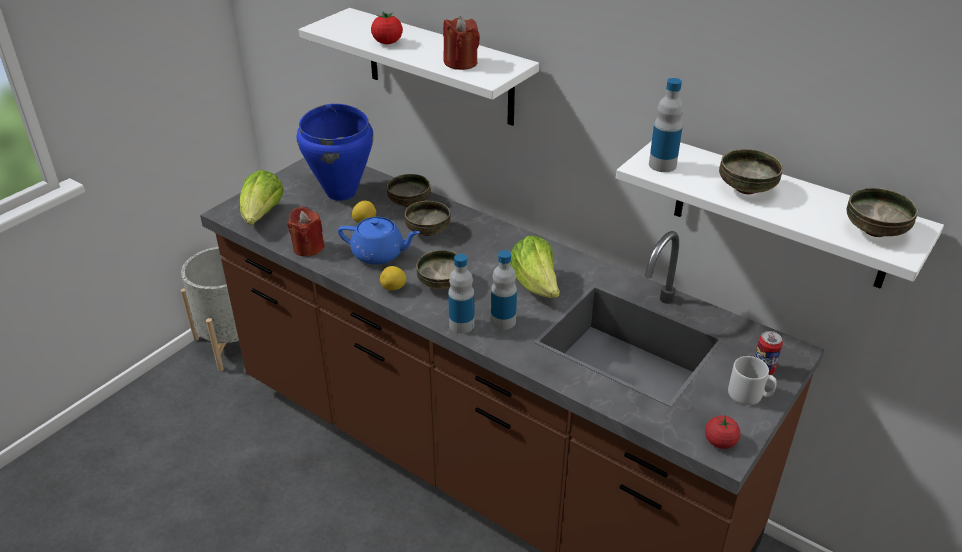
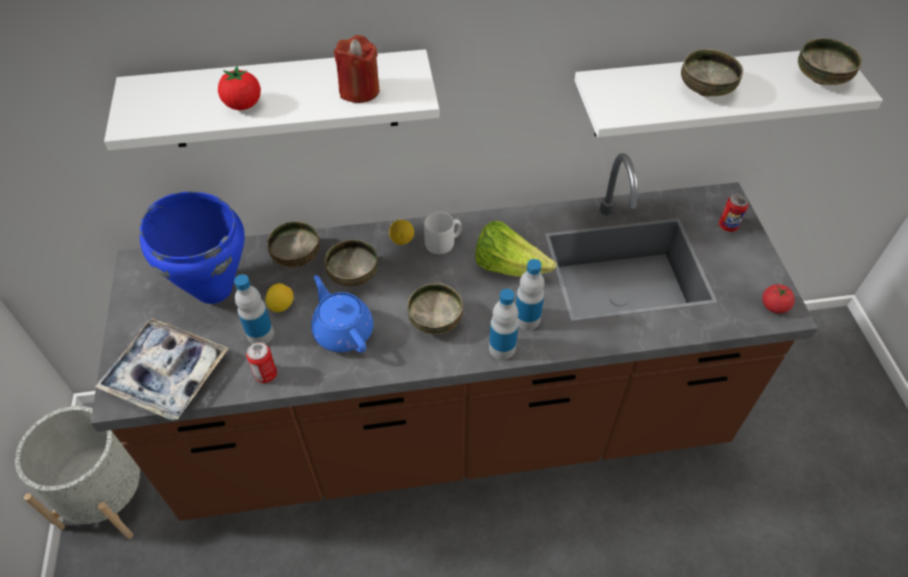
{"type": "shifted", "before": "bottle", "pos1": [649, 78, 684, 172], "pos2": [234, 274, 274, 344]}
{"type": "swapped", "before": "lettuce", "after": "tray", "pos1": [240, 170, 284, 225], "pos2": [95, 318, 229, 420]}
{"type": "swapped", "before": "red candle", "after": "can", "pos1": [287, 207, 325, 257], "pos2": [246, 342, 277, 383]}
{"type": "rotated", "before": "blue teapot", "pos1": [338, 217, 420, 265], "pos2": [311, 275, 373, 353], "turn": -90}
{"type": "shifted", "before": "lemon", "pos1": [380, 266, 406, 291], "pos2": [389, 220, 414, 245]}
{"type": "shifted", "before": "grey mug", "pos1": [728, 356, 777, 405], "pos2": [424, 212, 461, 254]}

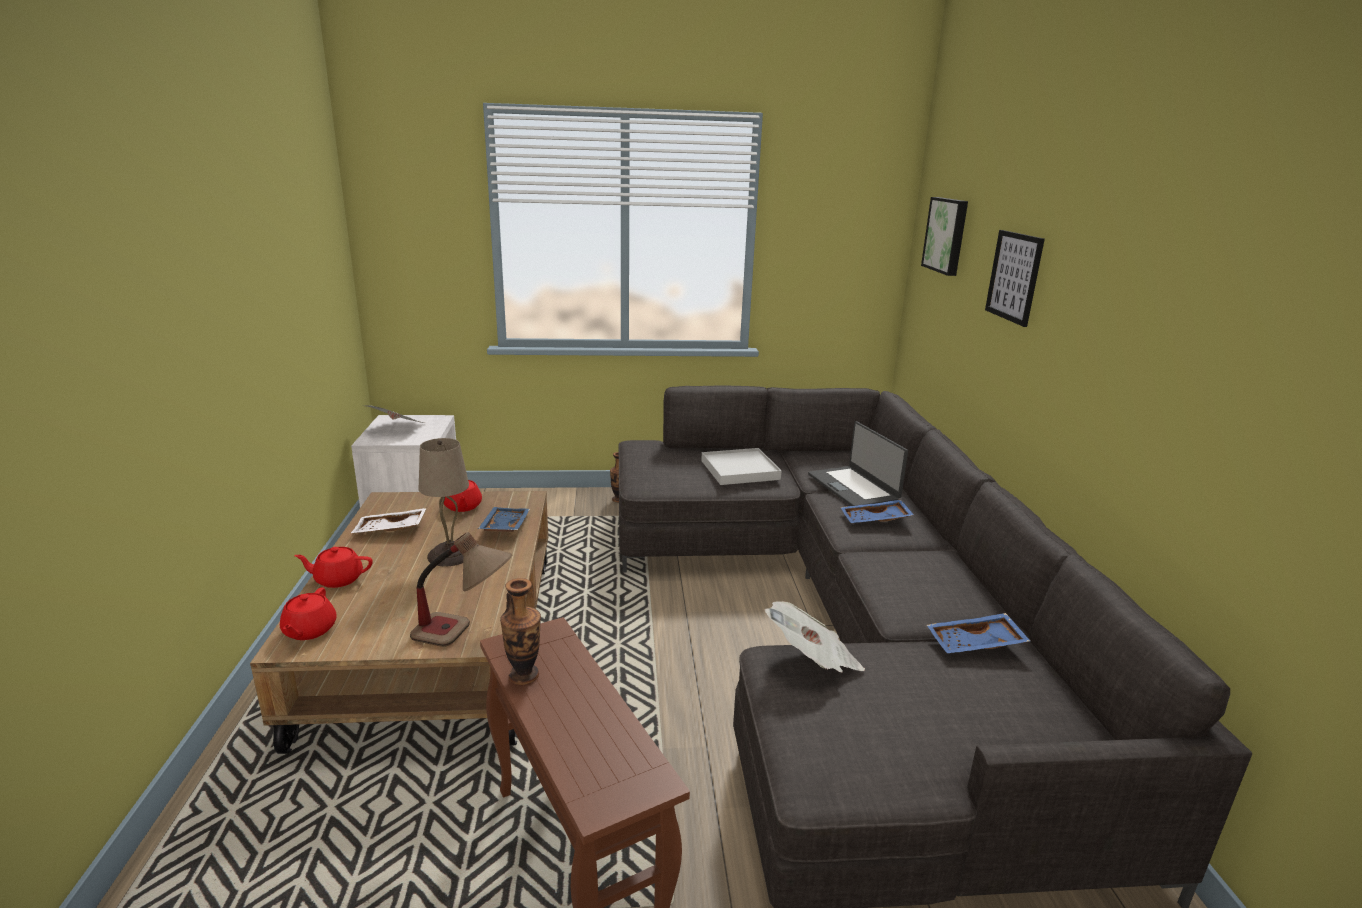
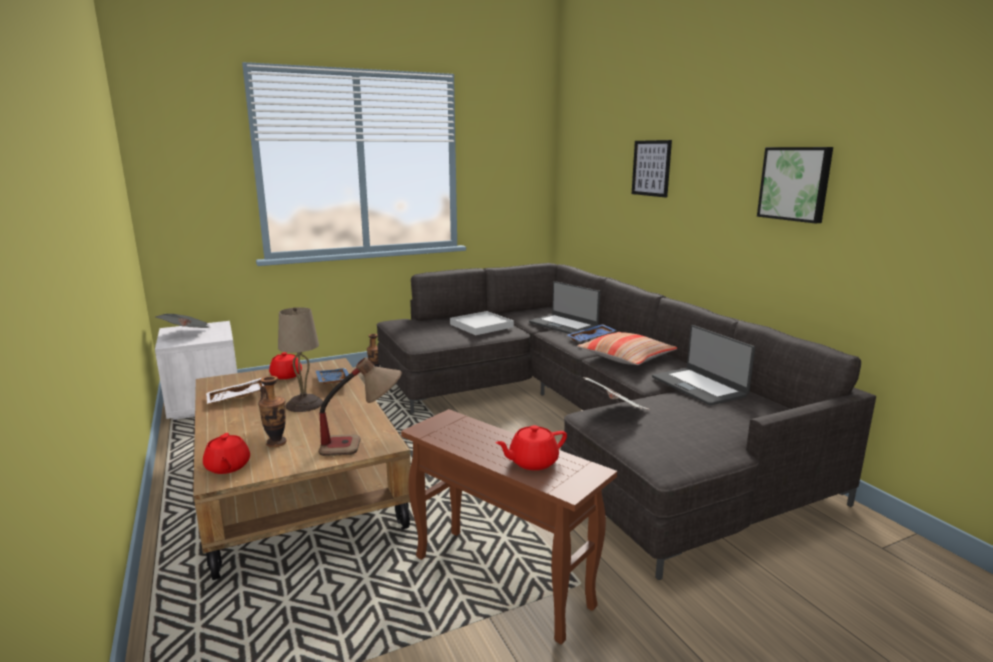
{"type": "shifted", "before": "picture", "pos1": [921, 197, 968, 276], "pos2": [757, 147, 833, 224]}
{"type": "shifted", "before": "red teapot", "pos1": [294, 547, 373, 588], "pos2": [495, 425, 567, 470]}
{"type": "shifted", "before": "vase", "pos1": [500, 578, 541, 685], "pos2": [258, 376, 287, 447]}
{"type": "swapped", "before": "blue tray", "after": "laptop", "pos1": [927, 613, 1030, 653], "pos2": [652, 325, 755, 406]}
{"type": "new", "after": "pillow", "pos2": [577, 332, 677, 365]}

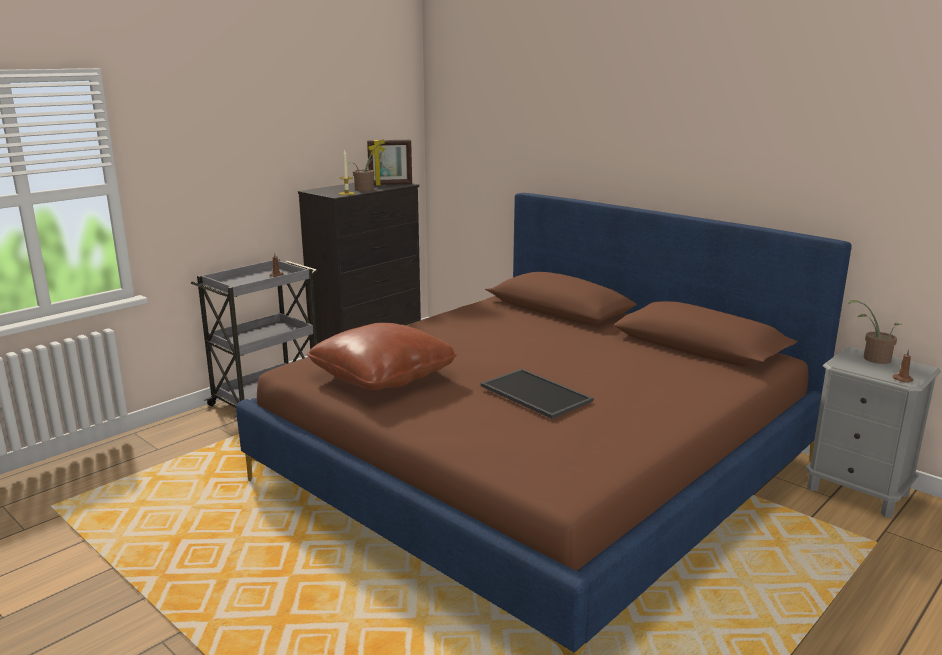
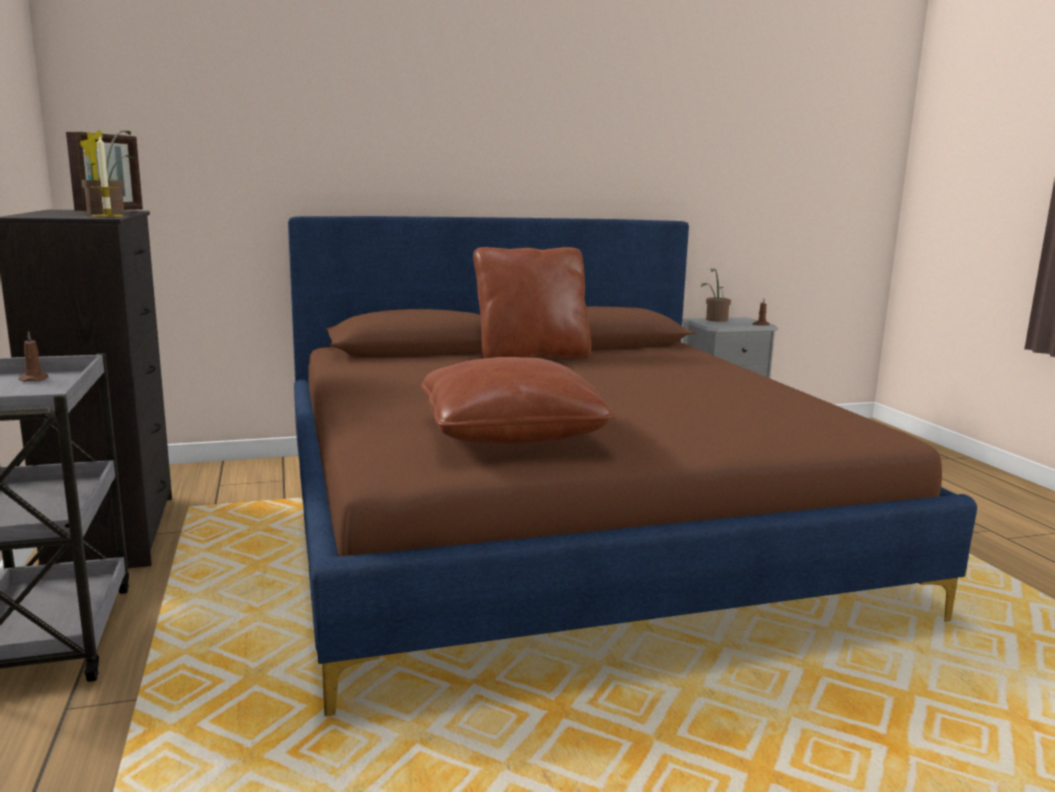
{"type": "gone", "before": "tray", "pos1": [481, 369, 593, 419]}
{"type": "new", "after": "brown pillow", "pos2": [473, 247, 591, 358]}

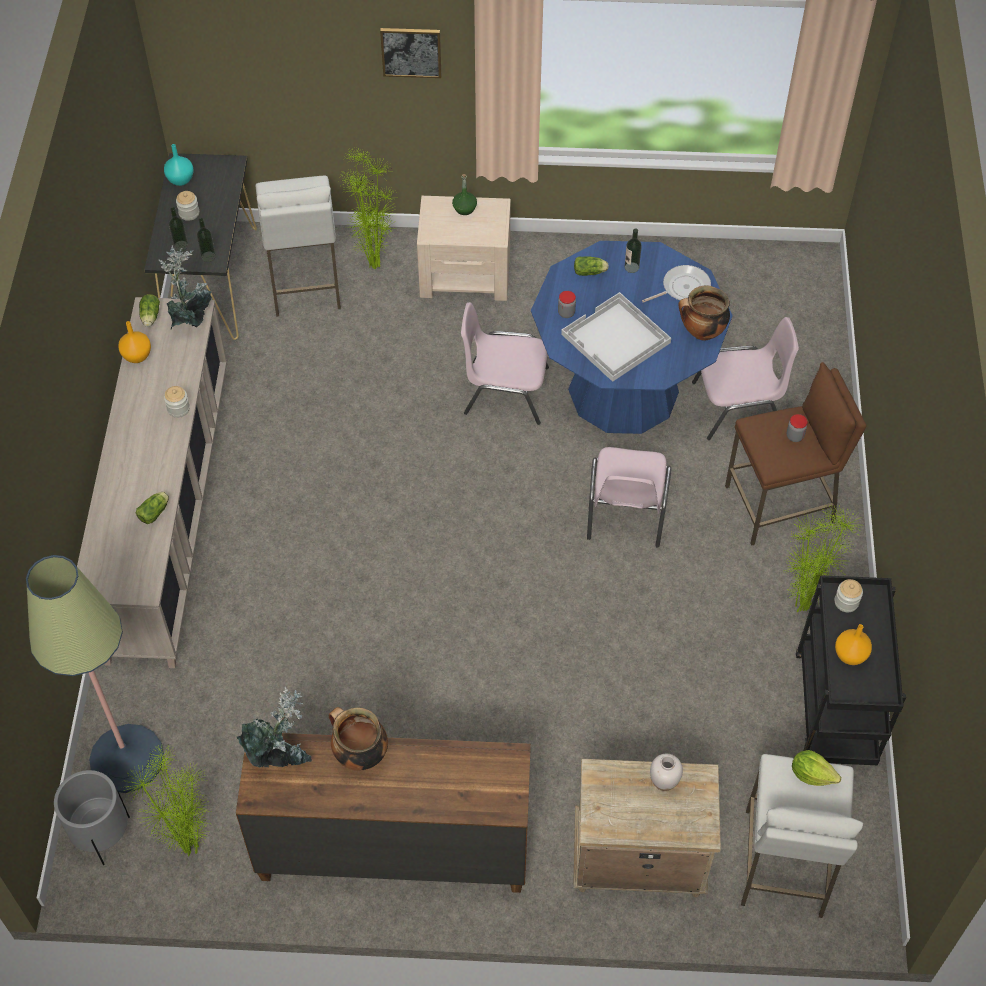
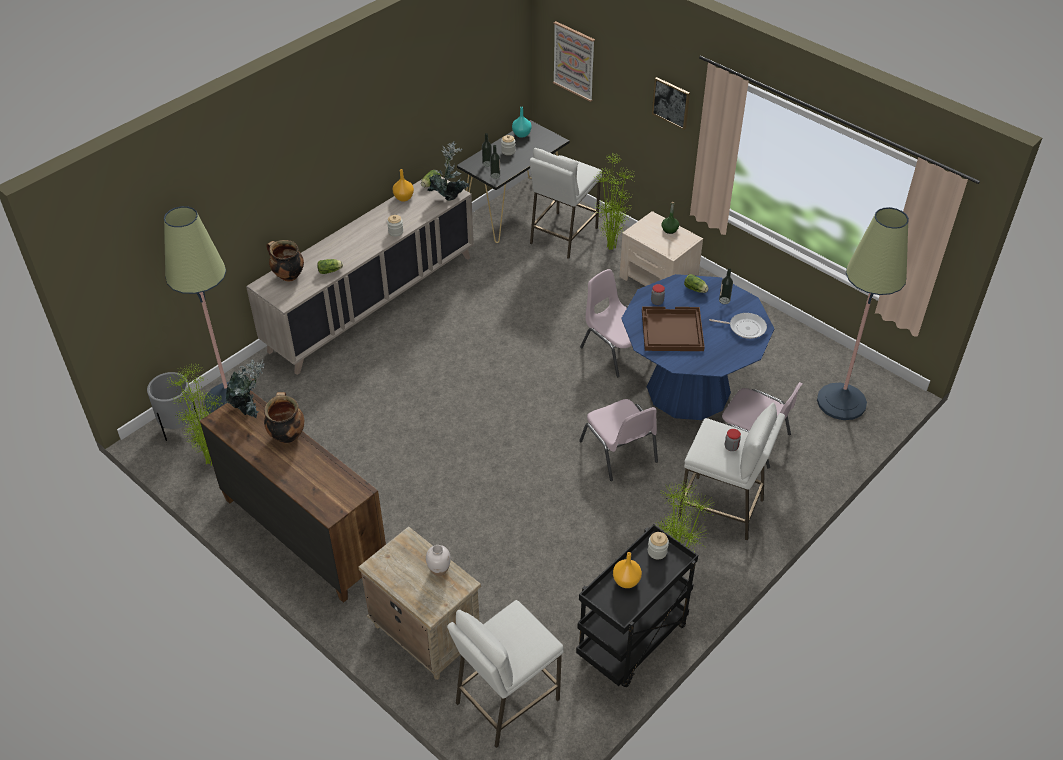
{"type": "shifted", "before": "cooking pot", "pos1": [678, 285, 730, 341], "pos2": [267, 240, 304, 281]}
{"type": "repainted", "before": "white tray", "after": "brown tray", "pos1": [561, 292, 671, 382], "pos2": [642, 306, 705, 351]}
{"type": "repainted", "before": "brown stool", "after": "white stool", "pos1": [725, 362, 867, 546], "pos2": [678, 402, 785, 541]}
{"type": "rotated", "before": "pink chair", "pos1": [587, 447, 671, 548], "pos2": [579, 399, 658, 481], "turn": -75}
{"type": "gone", "before": "lettuce", "pos1": [792, 750, 841, 786]}
{"type": "new", "after": "picture", "pos2": [553, 21, 595, 102]}
{"type": "new", "after": "floor lamp", "pos2": [817, 207, 909, 420]}

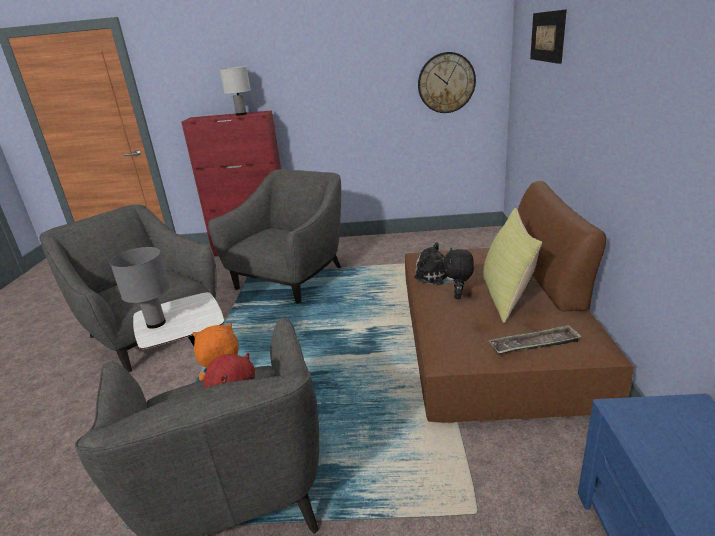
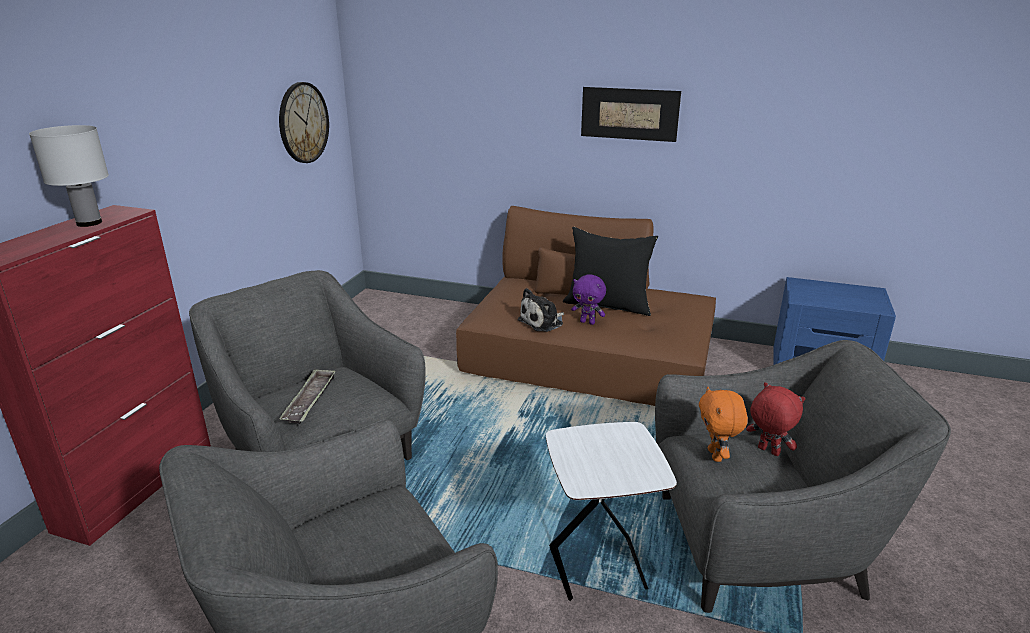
{"type": "shifted", "before": "picture", "pos1": [530, 9, 567, 64], "pos2": [581, 87, 681, 142]}
{"type": "repainted", "before": "yellow pillow", "after": "black pillow", "pos1": [483, 208, 542, 323], "pos2": [563, 227, 658, 316]}
{"type": "gone", "before": "grey table lamp", "pos1": [110, 247, 170, 329]}
{"type": "repainted", "before": "black plush toy", "after": "purple plush toy", "pos1": [444, 248, 474, 299], "pos2": [571, 275, 606, 325]}
{"type": "shifted", "before": "tray", "pos1": [489, 324, 582, 354], "pos2": [280, 369, 336, 424]}

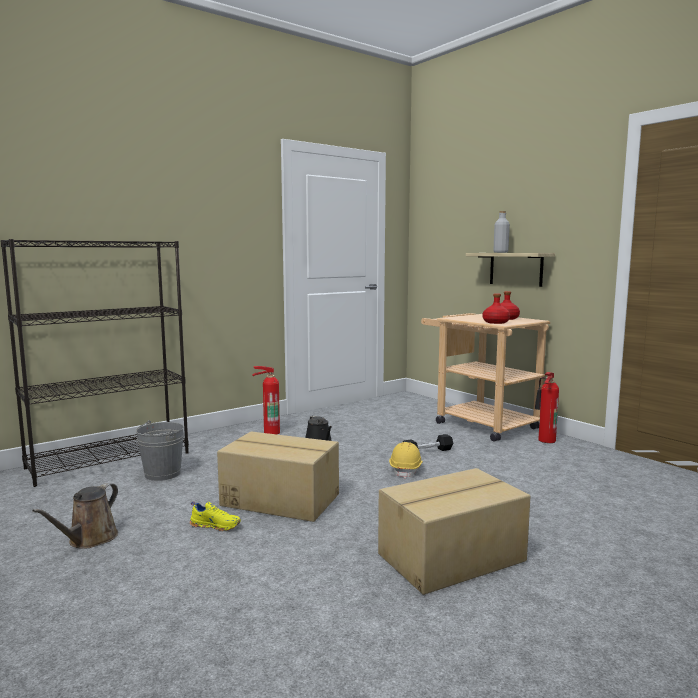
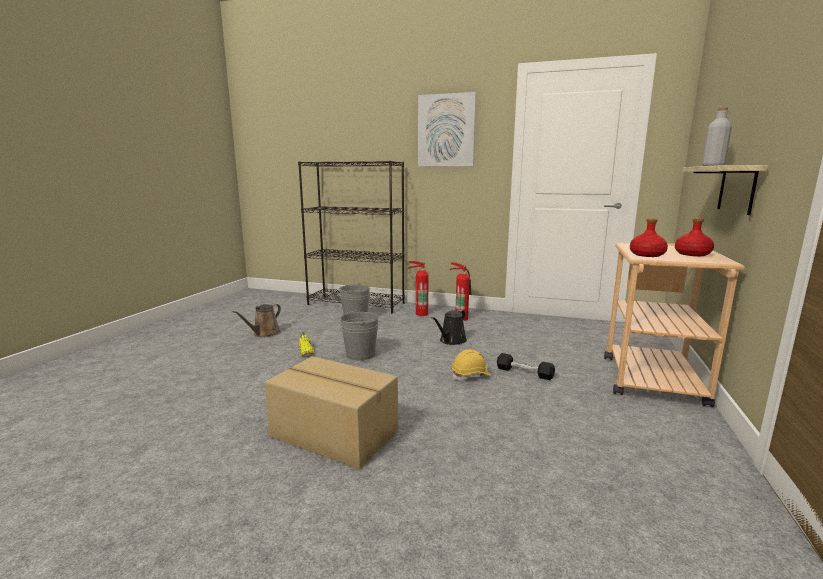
{"type": "shifted", "before": "fire extinguisher", "pos1": [535, 372, 559, 443], "pos2": [408, 261, 429, 316]}
{"type": "swapped", "before": "cardboard box", "after": "grey bucket", "pos1": [217, 432, 339, 522], "pos2": [340, 309, 379, 361]}
{"type": "rotated", "before": "brown watering can", "pos1": [32, 483, 118, 549], "pos2": [232, 304, 281, 337], "turn": -45}
{"type": "new", "after": "picture", "pos2": [418, 92, 476, 167]}

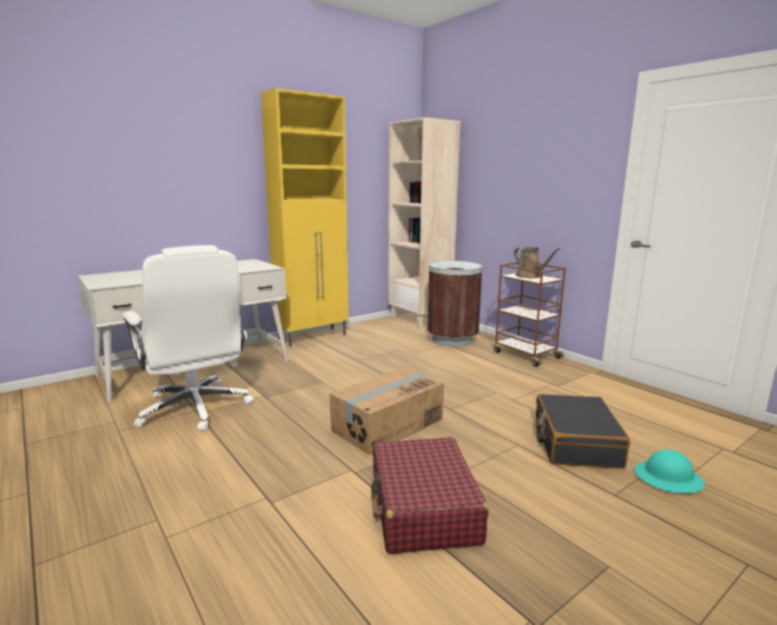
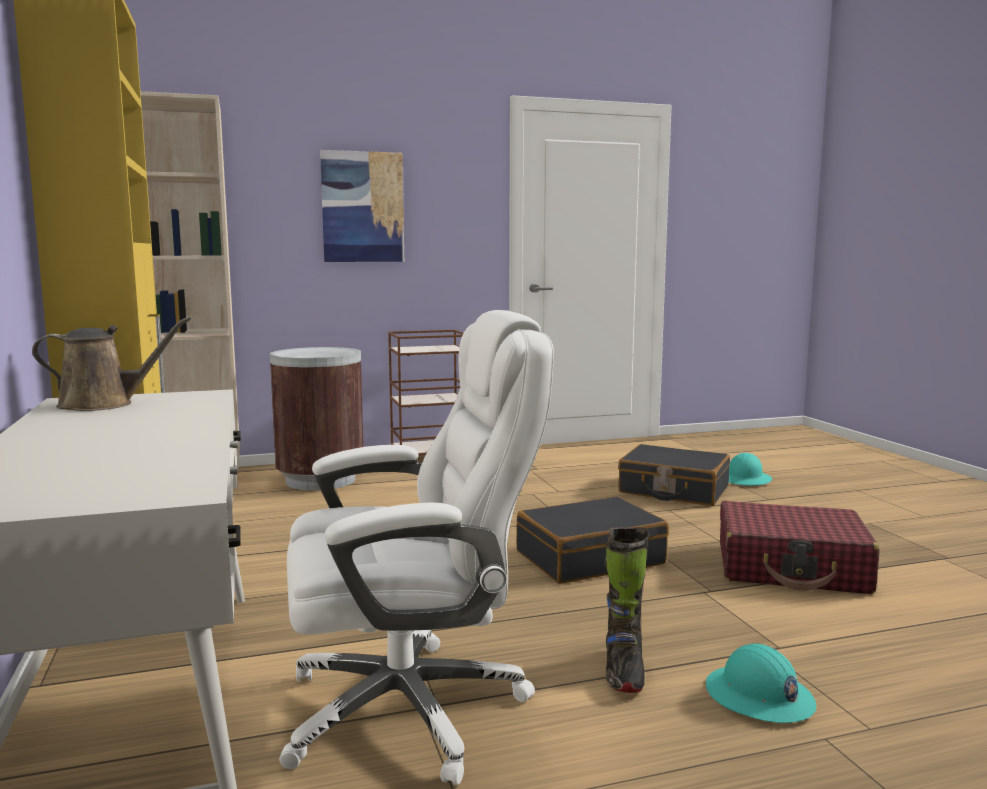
{"type": "shifted", "before": "brown watering can", "pos1": [514, 247, 561, 278], "pos2": [32, 317, 191, 411]}
{"type": "swapped", "before": "cardboard box", "after": "black suitcase", "pos1": [330, 367, 444, 455], "pos2": [516, 496, 669, 584]}
{"type": "new", "after": "picture", "pos2": [320, 150, 404, 262]}
{"type": "new", "after": "black boot", "pos2": [605, 527, 649, 693]}
{"type": "new", "after": "turquoise hard hat", "pos2": [706, 643, 816, 723]}

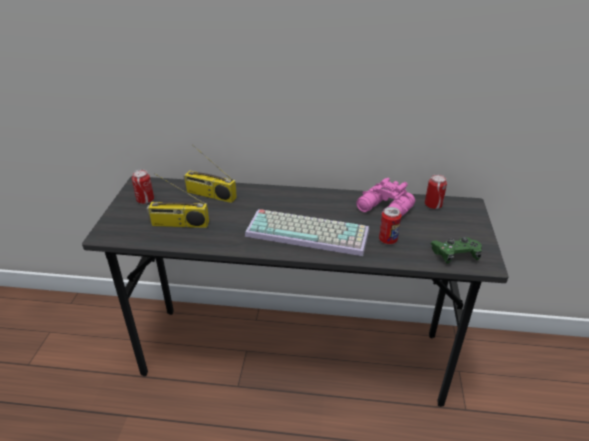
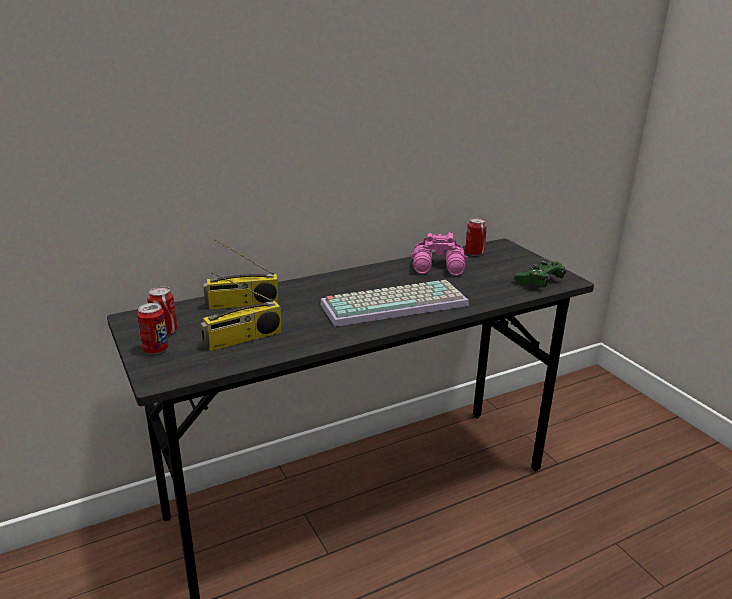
{"type": "shifted", "before": "can", "pos1": [379, 207, 401, 244], "pos2": [137, 303, 168, 354]}

